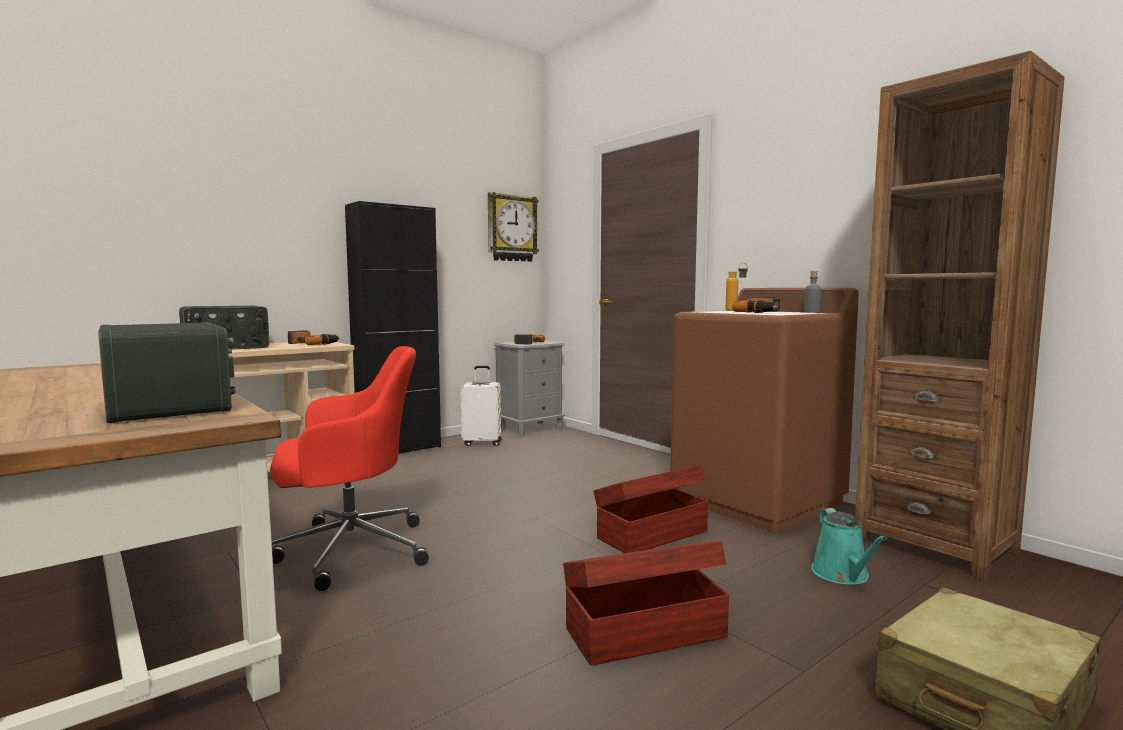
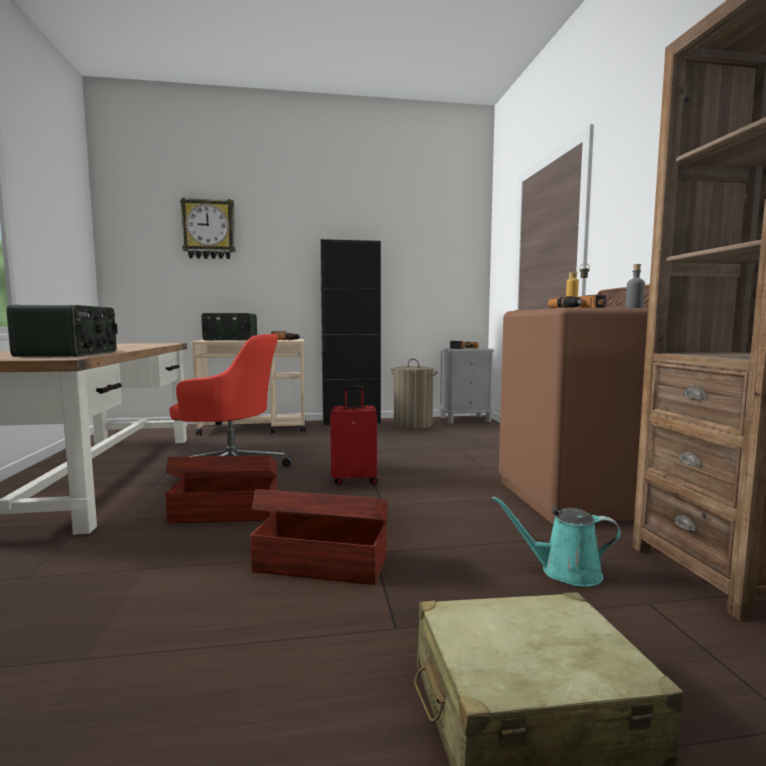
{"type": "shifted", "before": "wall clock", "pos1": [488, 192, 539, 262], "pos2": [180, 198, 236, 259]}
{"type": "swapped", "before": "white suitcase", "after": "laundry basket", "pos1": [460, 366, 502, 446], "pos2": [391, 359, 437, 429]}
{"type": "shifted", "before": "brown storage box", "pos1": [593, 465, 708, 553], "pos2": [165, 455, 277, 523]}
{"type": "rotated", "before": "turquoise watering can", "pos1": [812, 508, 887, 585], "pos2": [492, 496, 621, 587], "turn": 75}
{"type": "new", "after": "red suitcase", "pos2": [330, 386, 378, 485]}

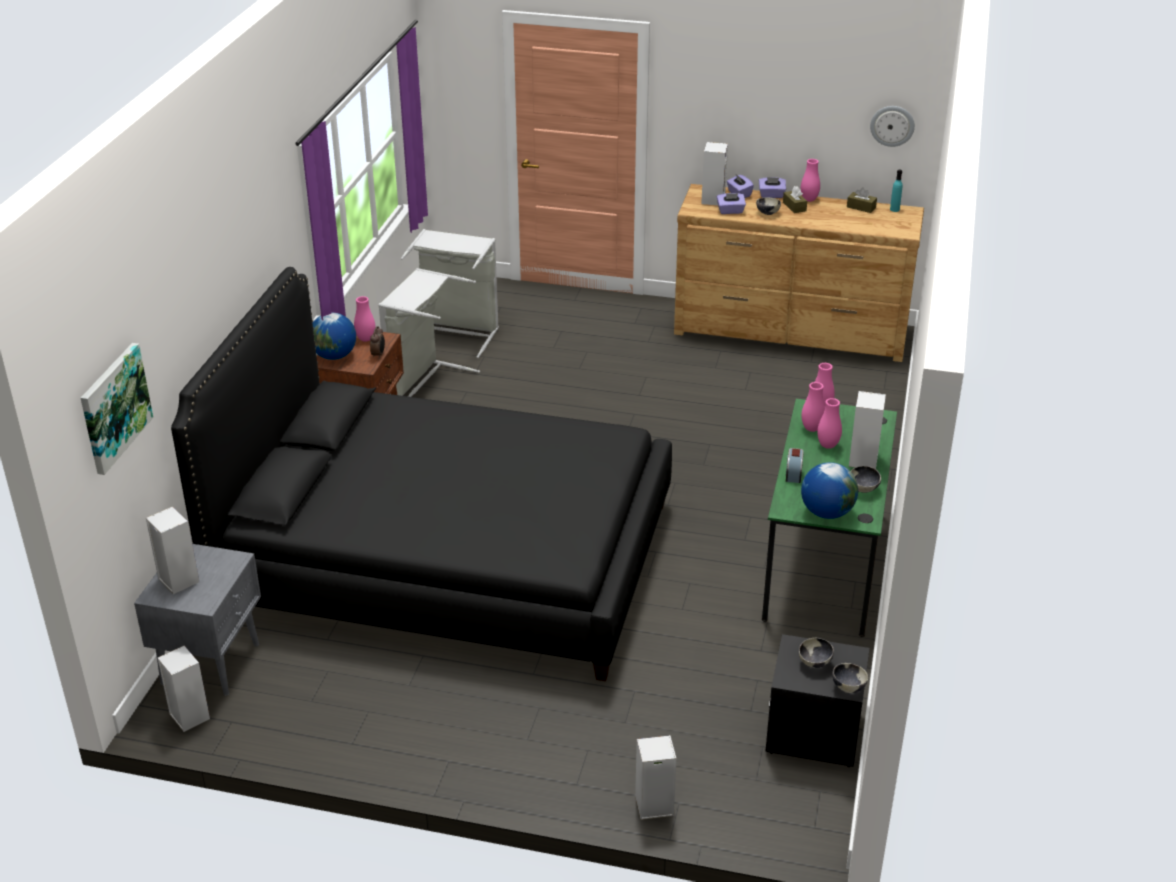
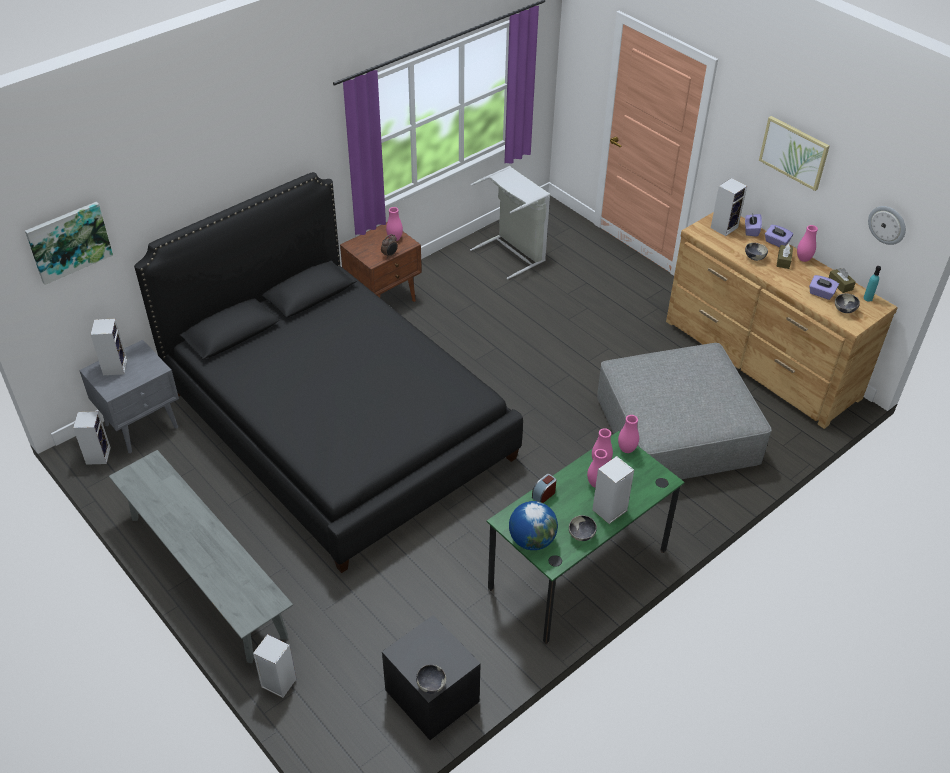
{"type": "shifted", "before": "purple tissue box", "pos1": [717, 193, 746, 214], "pos2": [809, 275, 839, 300]}
{"type": "gone", "before": "grey laundry basket", "pos1": [378, 268, 480, 397]}
{"type": "gone", "before": "globe", "pos1": [312, 313, 356, 360]}
{"type": "shifted", "before": "bowl", "pos1": [799, 638, 834, 668], "pos2": [835, 294, 860, 313]}
{"type": "new", "after": "picture", "pos2": [759, 116, 830, 191]}
{"type": "new", "after": "grey ottoman", "pos2": [597, 343, 772, 480]}
{"type": "new", "after": "grey bench", "pos2": [109, 450, 293, 663]}

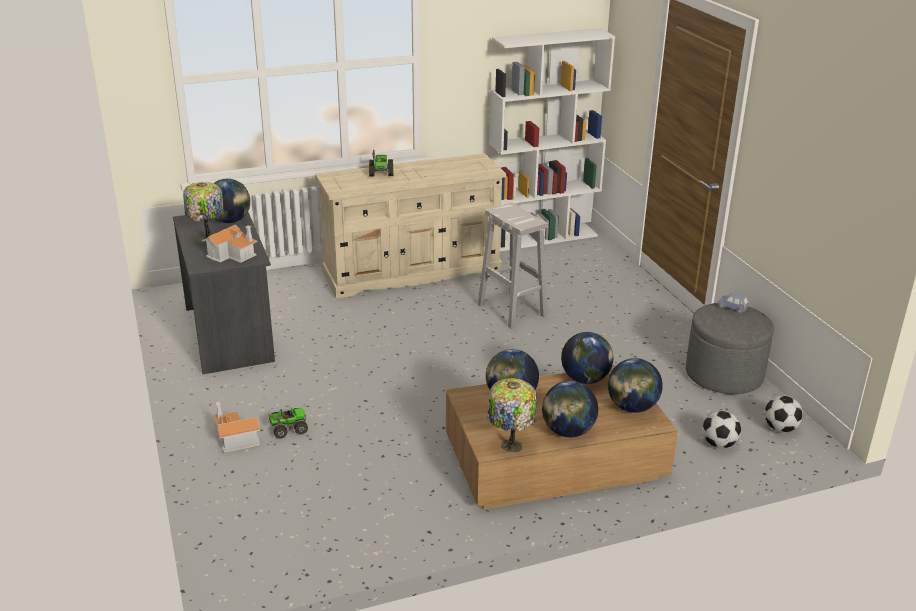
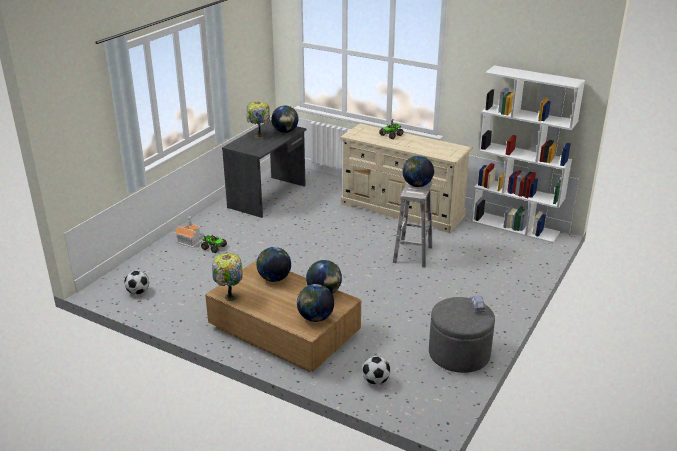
{"type": "gone", "before": "toy house", "pos1": [202, 224, 257, 263]}
{"type": "shifted", "before": "globe", "pos1": [542, 381, 598, 437], "pos2": [402, 155, 434, 187]}
{"type": "shifted", "before": "football", "pos1": [764, 395, 803, 432], "pos2": [124, 270, 149, 295]}

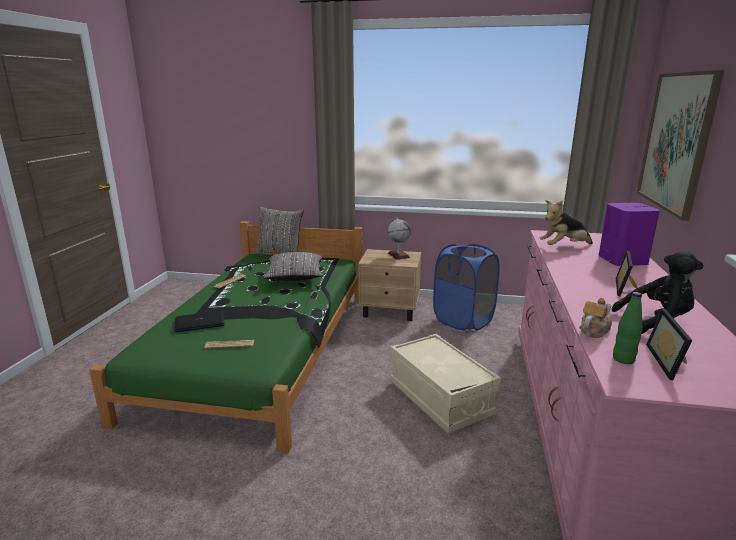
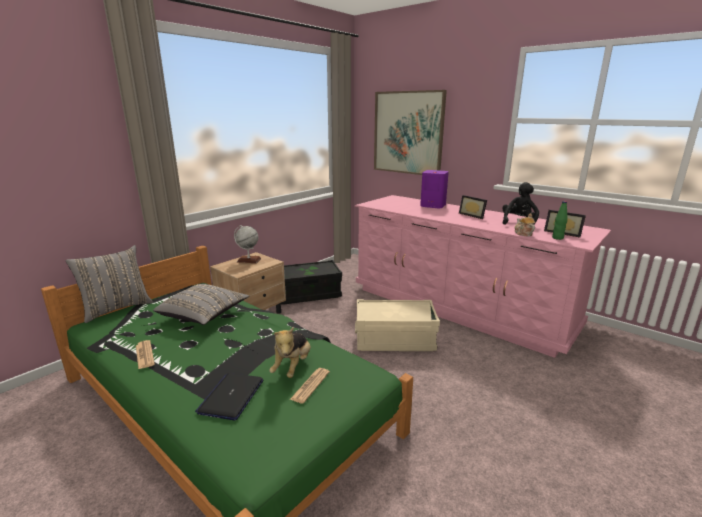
{"type": "shifted", "before": "plush toy", "pos1": [540, 200, 593, 245], "pos2": [269, 327, 311, 378]}
{"type": "swapped", "before": "blue laundry basket", "after": "black storage box", "pos1": [433, 244, 500, 330], "pos2": [281, 260, 342, 305]}

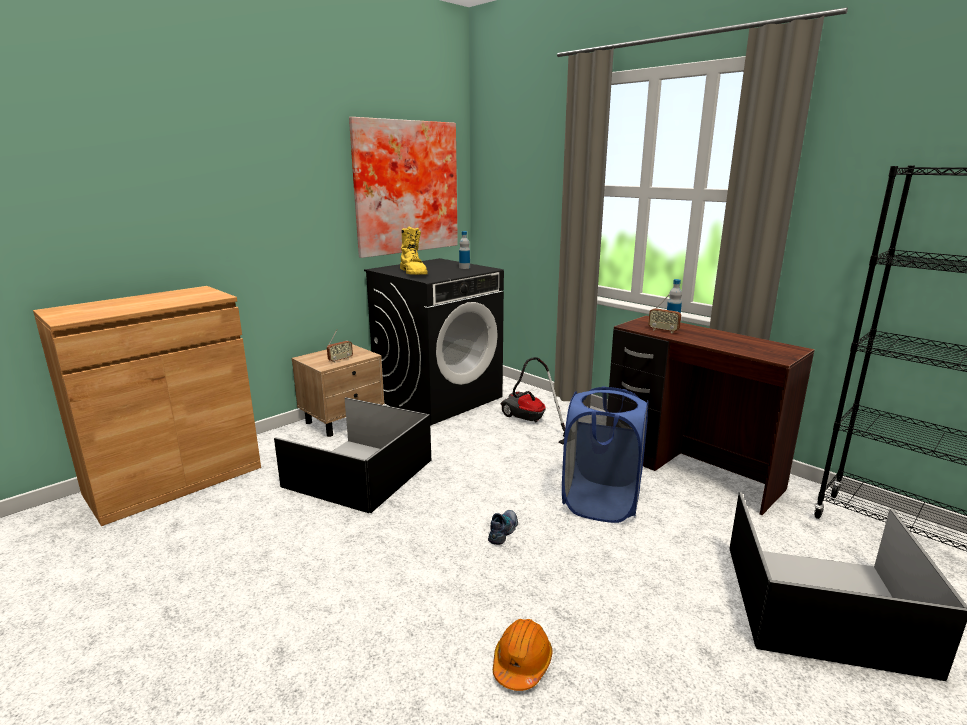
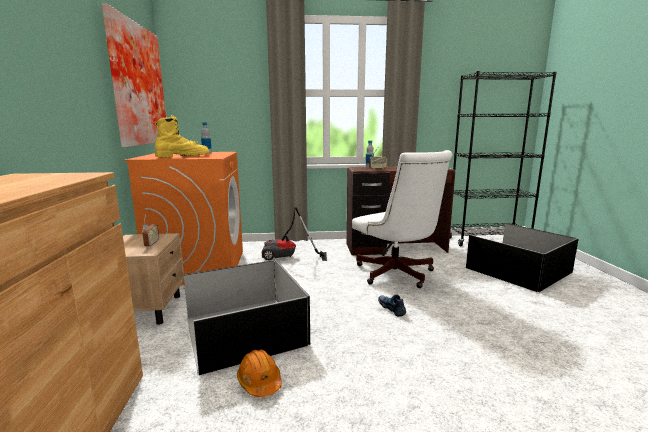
{"type": "rotated", "before": "yellow boot", "pos1": [400, 227, 428, 275], "pos2": [155, 115, 210, 158], "turn": -45}
{"type": "repainted", "before": "black washing machine", "after": "orange washing machine", "pos1": [364, 258, 504, 425], "pos2": [124, 152, 243, 285]}
{"type": "swapped", "before": "blue laundry basket", "after": "white office chair", "pos1": [562, 386, 649, 523], "pos2": [352, 150, 452, 288]}
{"type": "shifted", "before": "orange hard hat", "pos1": [493, 619, 553, 691], "pos2": [237, 349, 282, 397]}

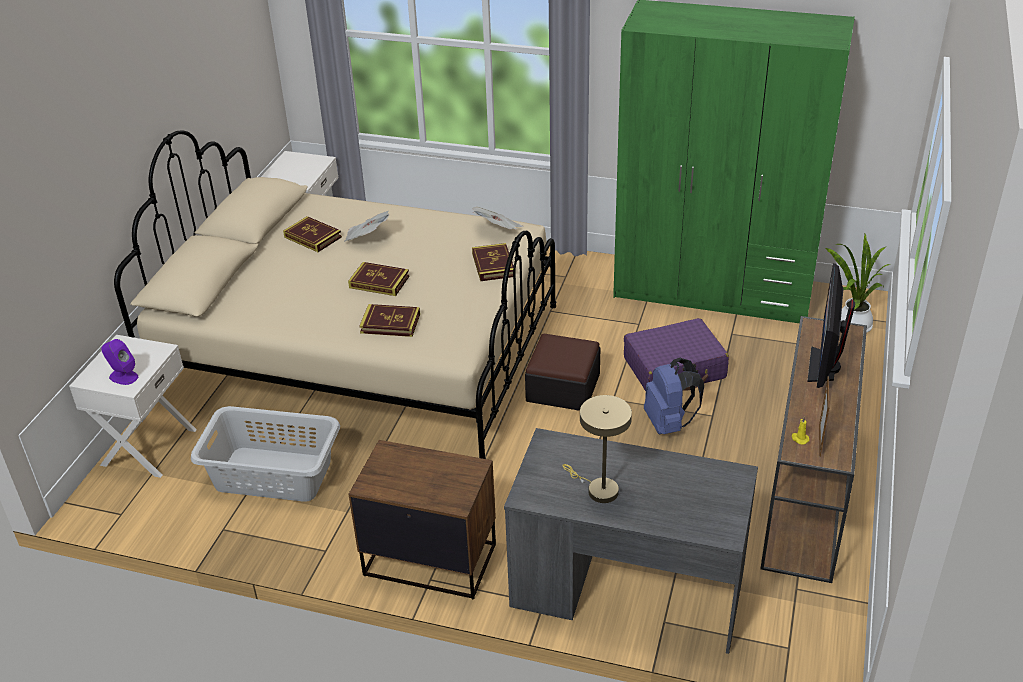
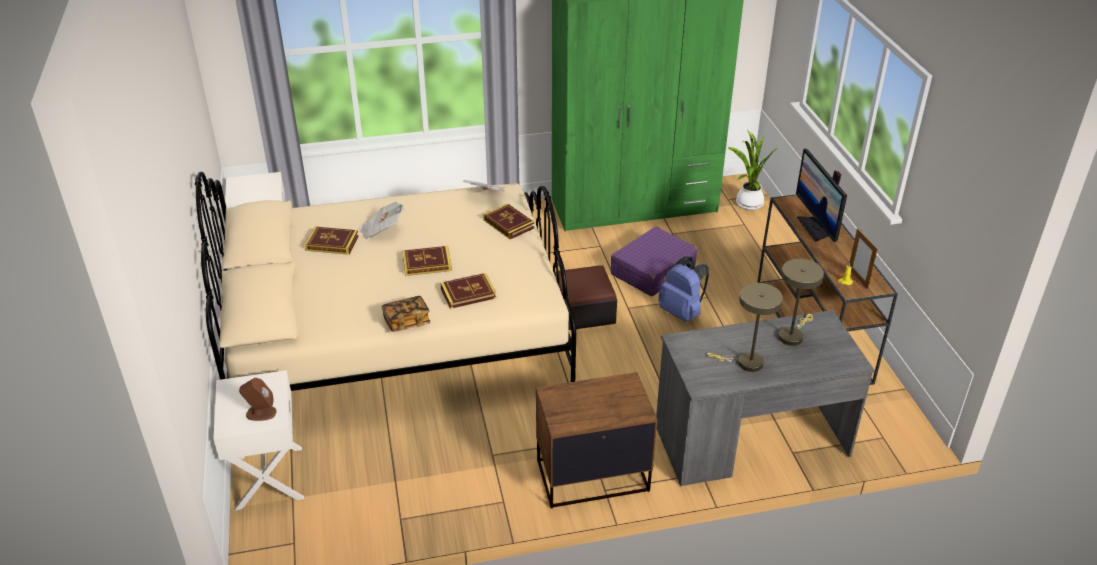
{"type": "repainted", "before": "purple speaker", "after": "brown speaker", "pos1": [101, 339, 138, 385], "pos2": [239, 378, 277, 421]}
{"type": "gone", "before": "grey laundry basket", "pos1": [191, 406, 340, 502]}
{"type": "new", "after": "beige table lamp", "pos2": [779, 259, 824, 346]}
{"type": "new", "after": "book", "pos2": [382, 296, 430, 332]}

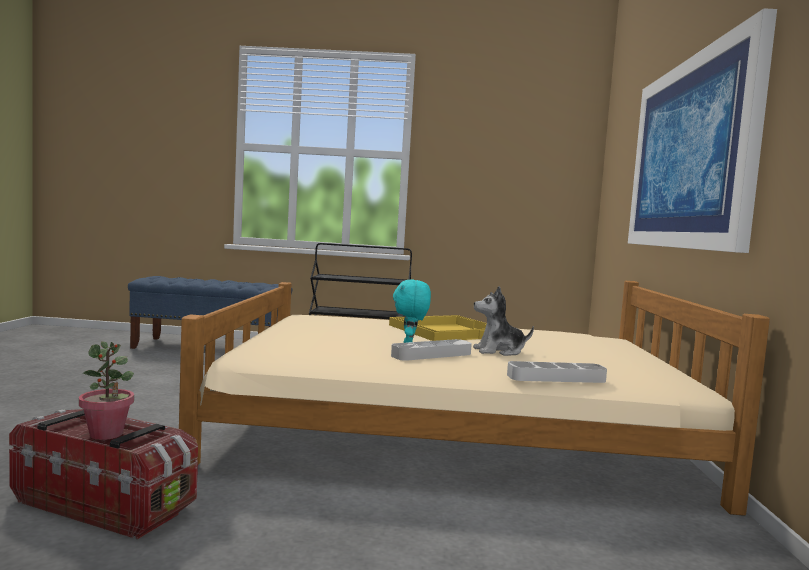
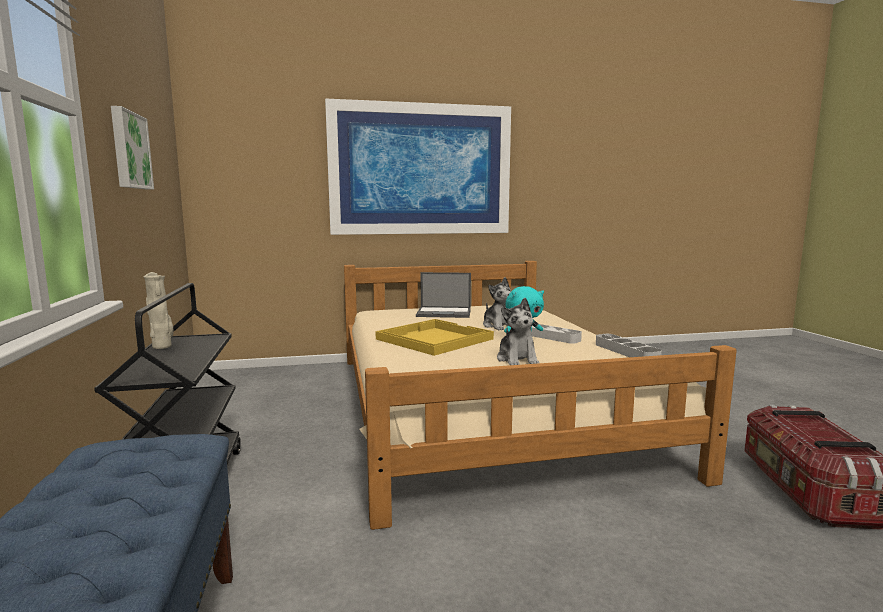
{"type": "gone", "before": "potted plant", "pos1": [79, 341, 134, 440]}
{"type": "shifted", "before": "grey tray", "pos1": [507, 361, 607, 383], "pos2": [596, 334, 662, 357]}
{"type": "new", "after": "picture", "pos2": [111, 106, 154, 189]}
{"type": "new", "after": "beige vase", "pos2": [144, 272, 174, 349]}
{"type": "new", "after": "laptop", "pos2": [416, 272, 471, 318]}
{"type": "new", "after": "plush toy", "pos2": [497, 298, 539, 365]}

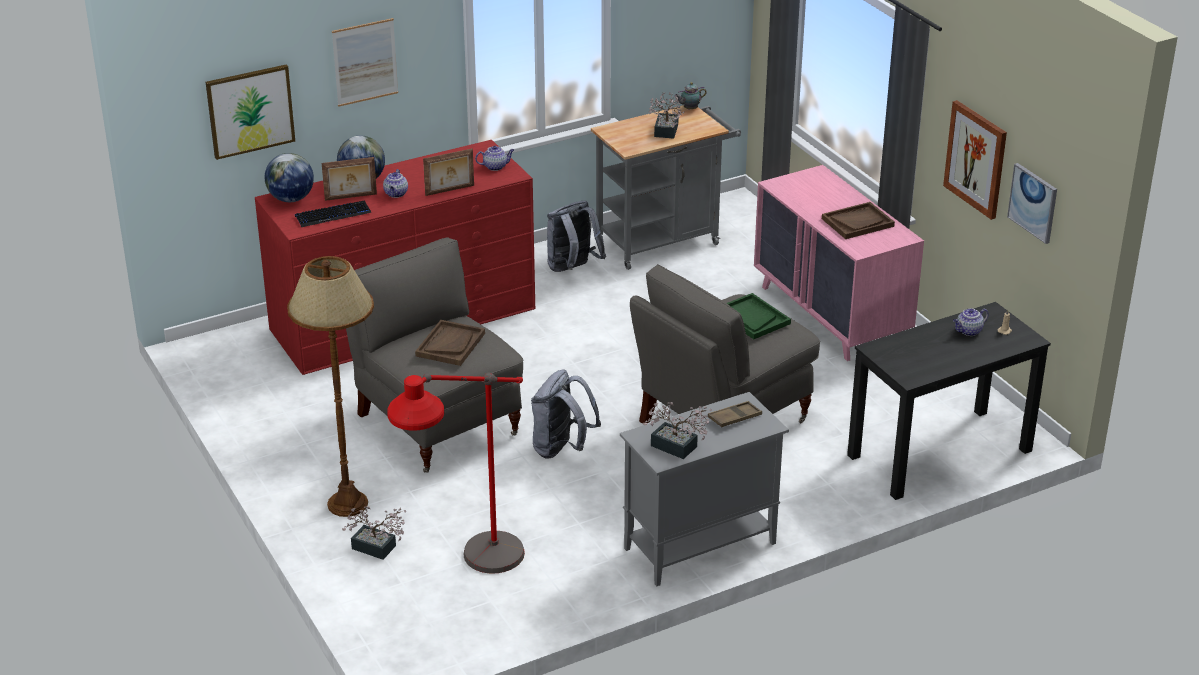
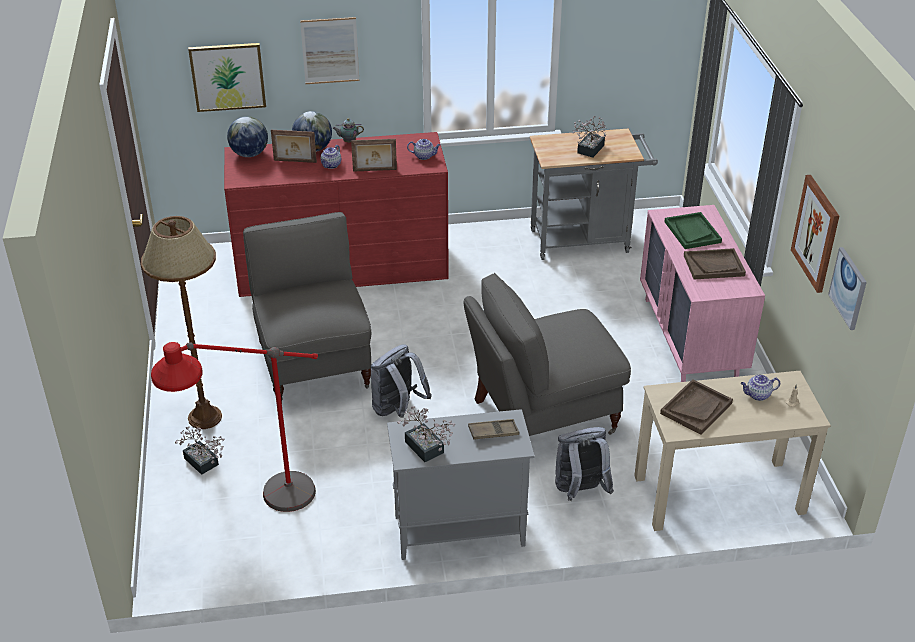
{"type": "shifted", "before": "teapot", "pos1": [674, 82, 707, 110], "pos2": [332, 118, 364, 142]}
{"type": "gone", "before": "keyboard", "pos1": [295, 200, 371, 227]}
{"type": "shifted", "before": "grey backpack", "pos1": [547, 201, 606, 272], "pos2": [555, 427, 614, 501]}
{"type": "shifted", "before": "green tray", "pos1": [727, 293, 791, 339], "pos2": [664, 212, 722, 249]}
{"type": "repainted", "before": "black desk", "after": "beige desk", "pos1": [847, 302, 1051, 500], "pos2": [634, 371, 831, 531]}
{"type": "shifted", "before": "brown tray", "pos1": [415, 320, 485, 366], "pos2": [660, 379, 733, 435]}

